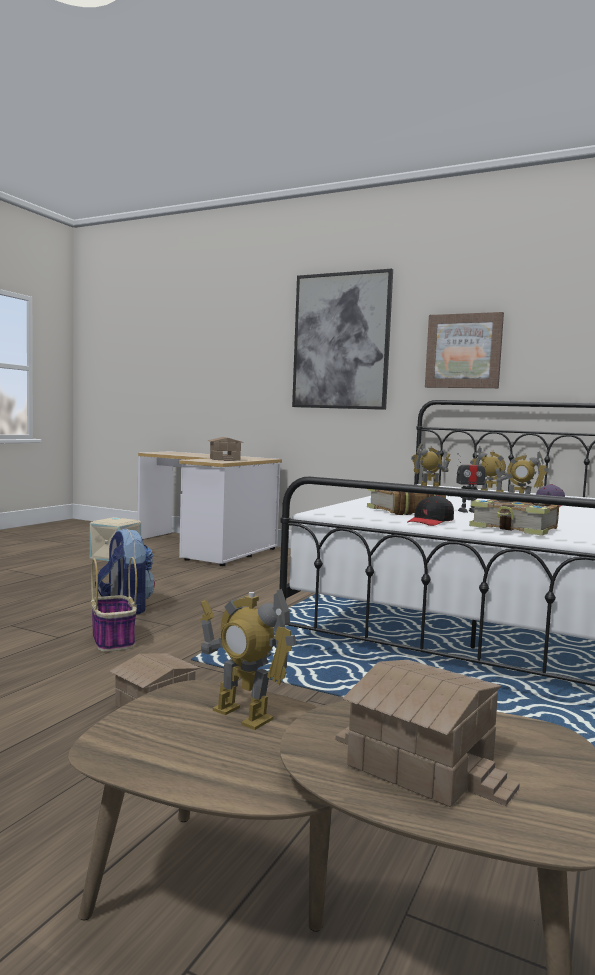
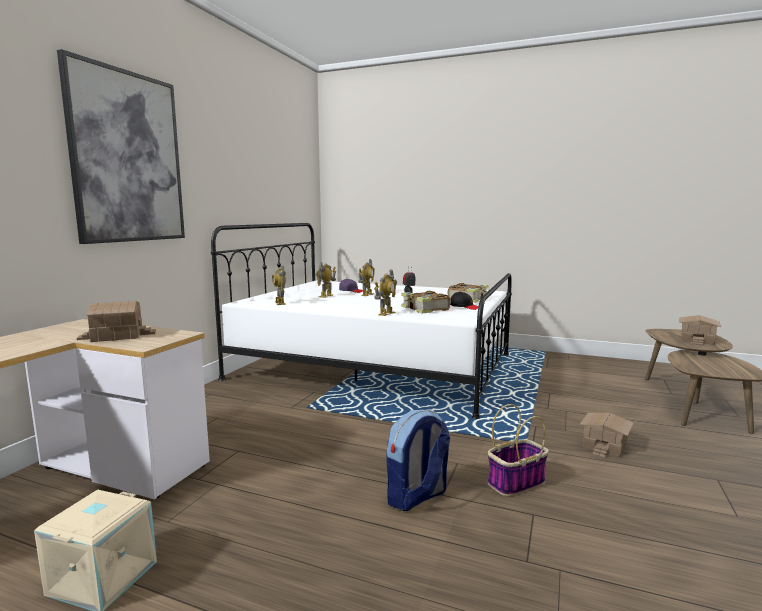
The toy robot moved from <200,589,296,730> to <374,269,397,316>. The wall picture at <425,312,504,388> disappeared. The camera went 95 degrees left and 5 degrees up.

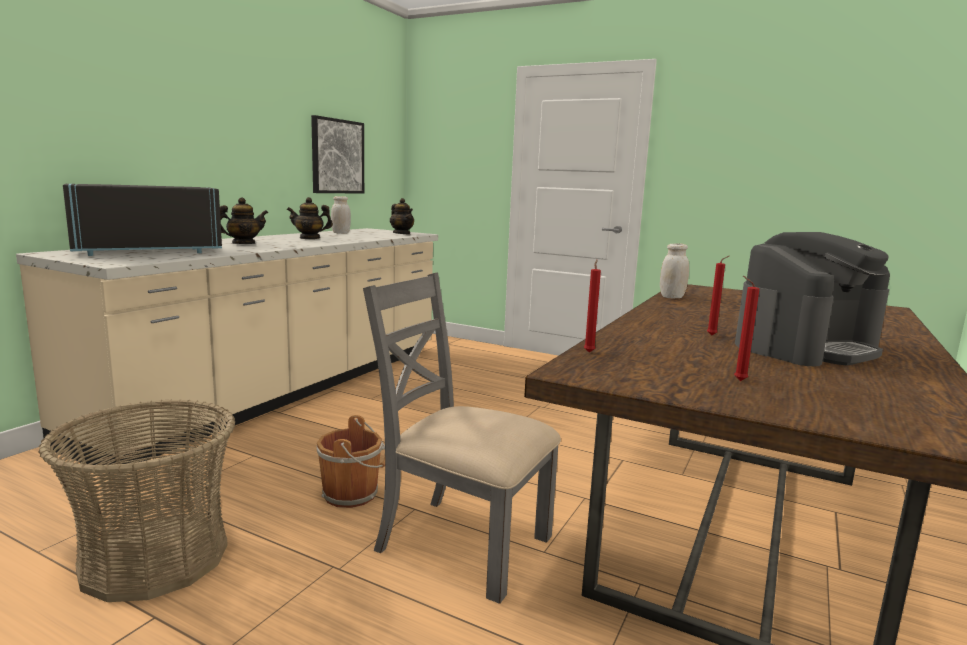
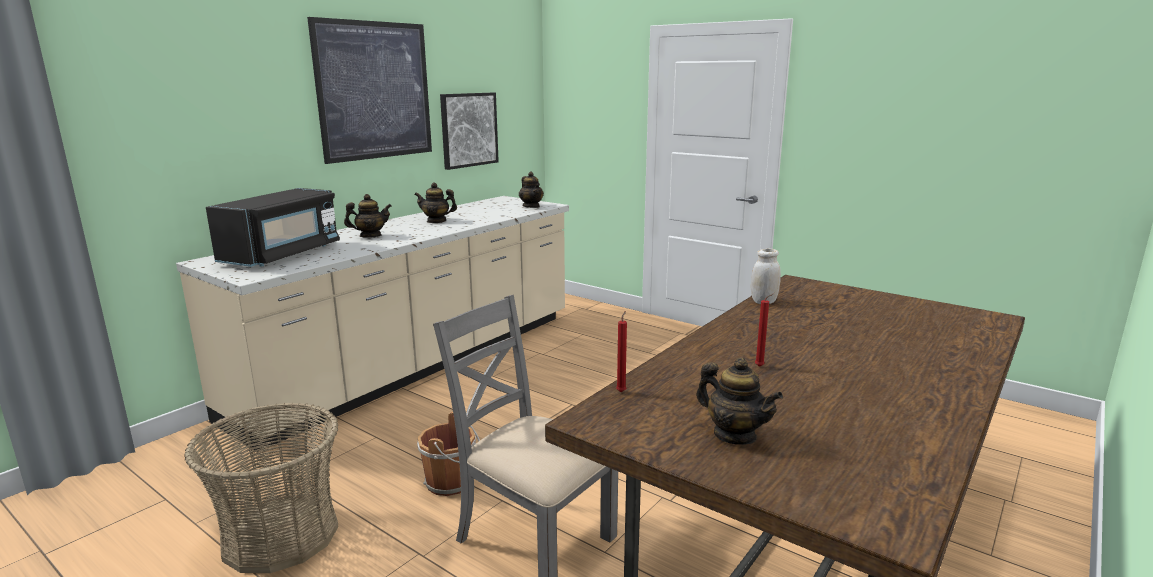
The kitchen microwave in black at <63,184,222,256> turned 135 degrees clockwise. The wall picture at <307,17,432,164> appeared. The wax candle in reddish at <734,276,759,381> was replaced by the tea pot at <696,358,783,445>. The jar in whitish at <331,196,351,234> disappeared. The coffee machine at <735,232,890,366> disappeared. The camera went 10 degrees right and 5 degrees up.

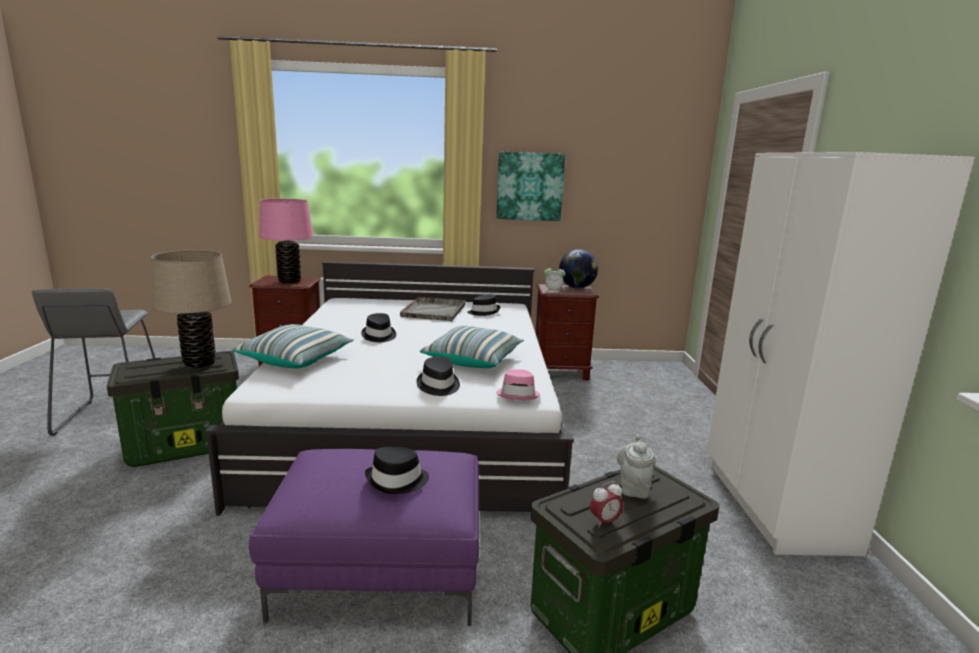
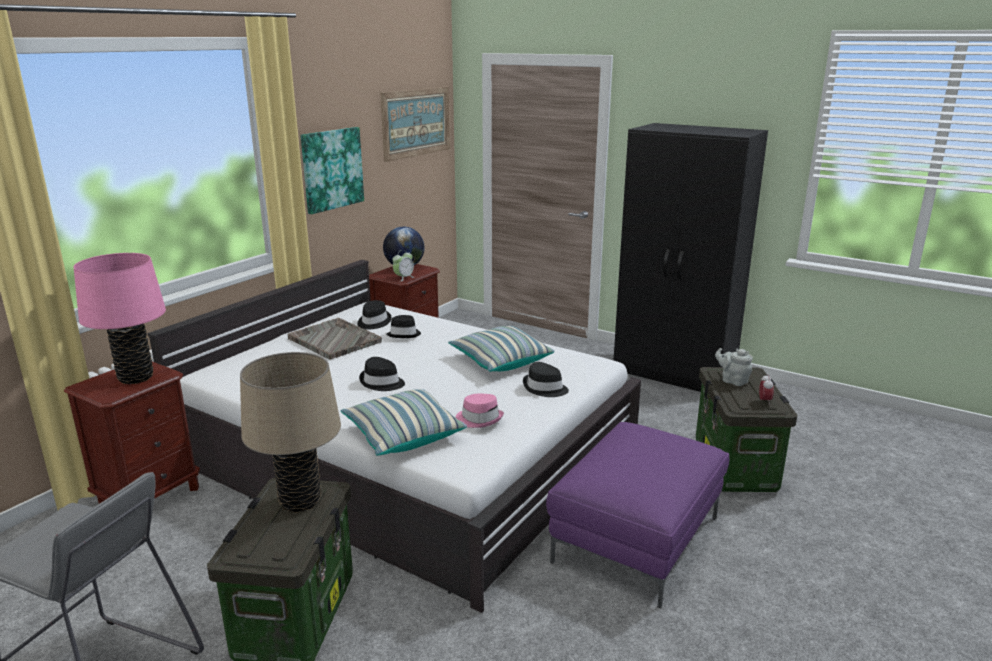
The wall picture at <380,87,450,162> appeared. The hat in black moved from <365,447,429,494> to <386,315,421,338>. The hat in pink moved from <496,369,540,400> to <456,394,504,428>. The wardrobe in whitish at <707,152,974,556> became the wardrobe in black at <614,123,768,392>. The camera went 55 degrees left and 5 degrees up.

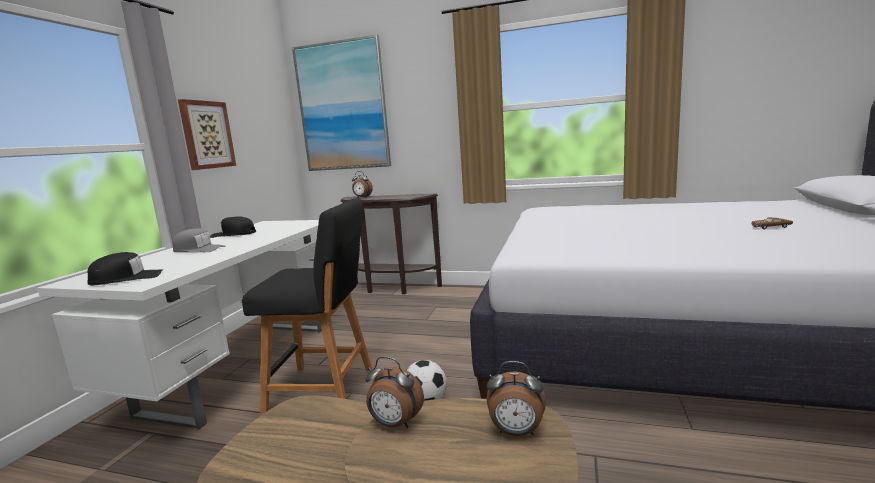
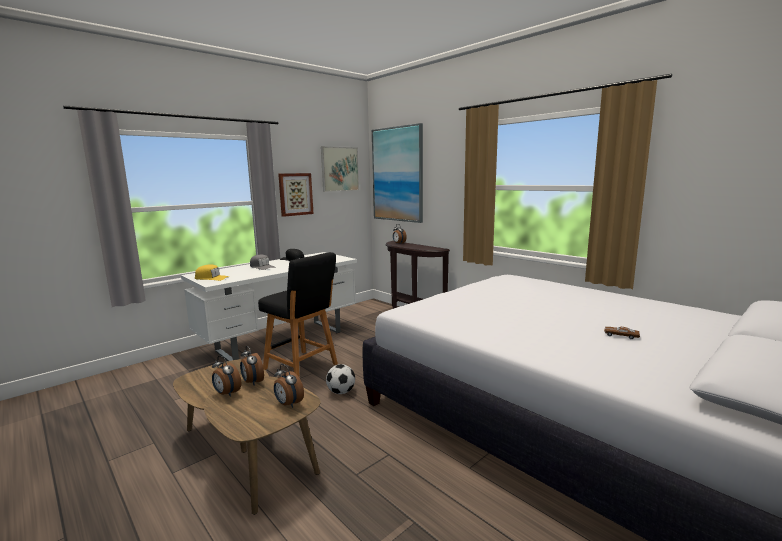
The peaked cap in black at <87,252,162,286> became the peaked cap in yellowish at <195,265,229,281>. The alarm clock at <212,356,241,397> appeared. The wall picture at <321,146,359,192> appeared. The camera went 30 degrees right and 0 degrees up.

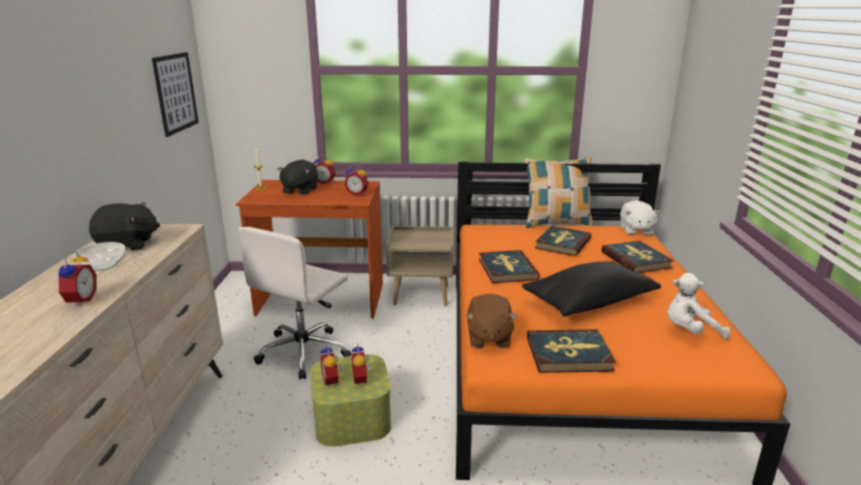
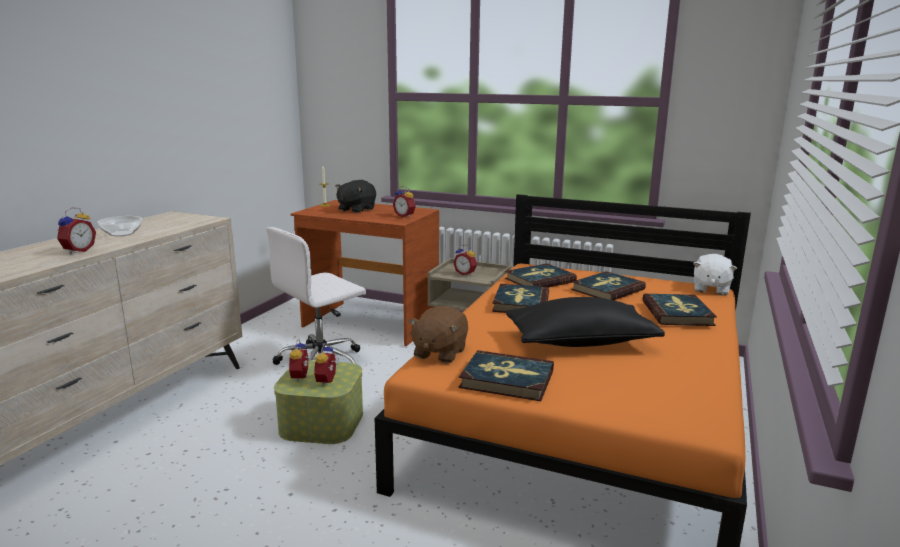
The alarm clock moved from <314,155,336,184> to <453,245,477,276>. The bound book at <505,263,577,287> appeared. The soft toy in black at <89,202,160,250> disappeared. The wall picture at <152,52,199,137> disappeared. The cushion at <524,157,593,228> disappeared. The soft toy in whitish at <667,273,730,339> disappeared. The camera went 20 degrees right and 5 degrees down.

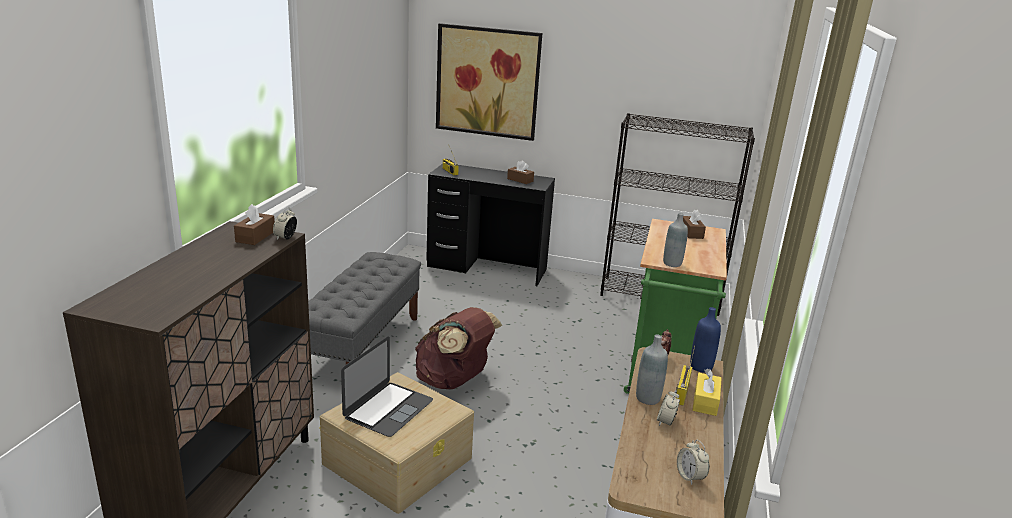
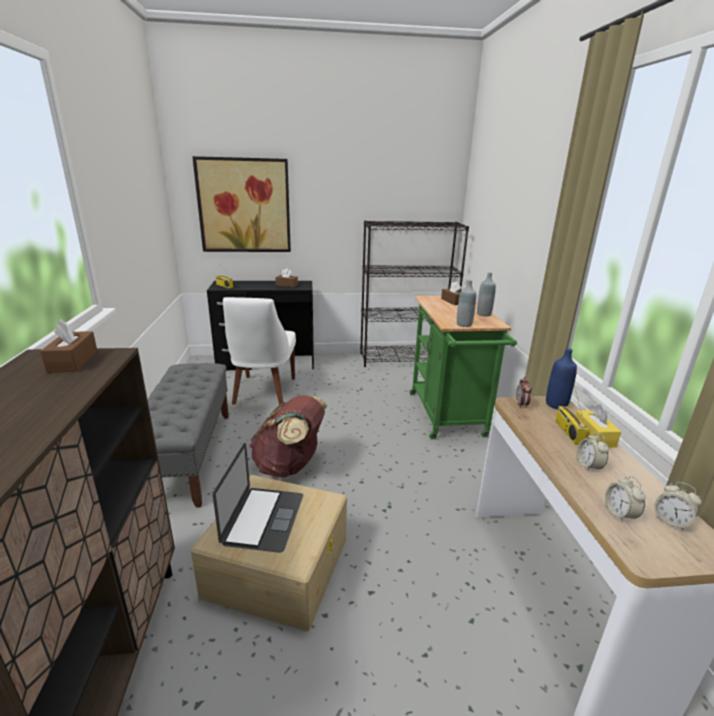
The upright chair in whitish at <223,297,296,406> appeared. The bottle in gray moved from <636,334,668,405> to <477,272,496,317>. The alarm clock moved from <273,207,297,240> to <605,476,645,523>. The camera went 20 degrees left and 0 degrees up.

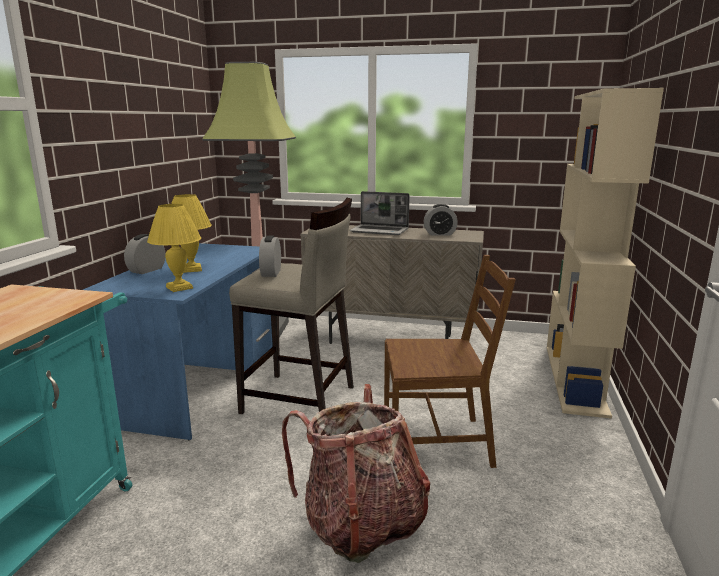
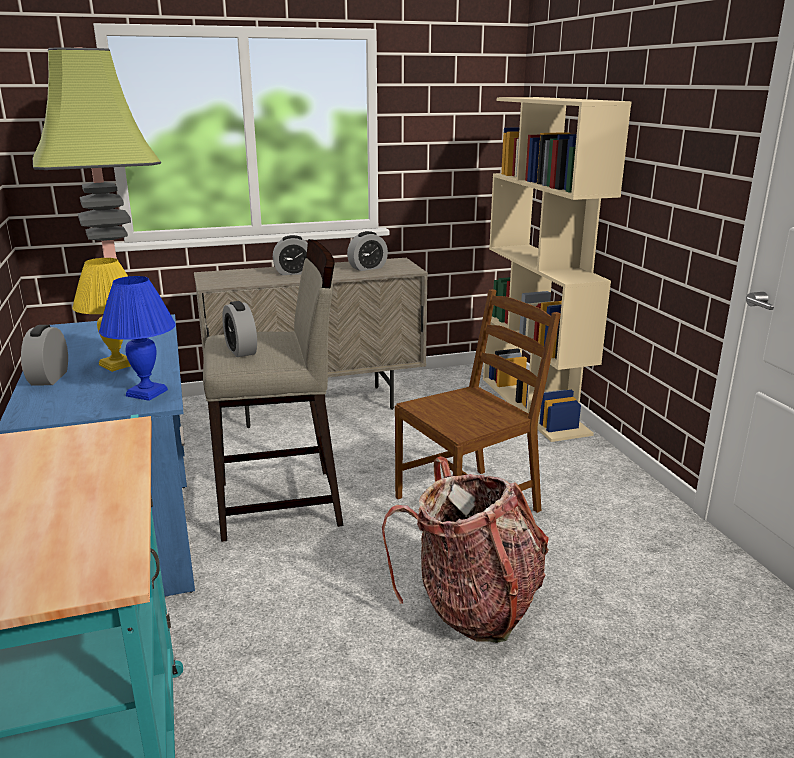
The lamp for a table in yellowish at <147,204,201,292> became the lamp for a table in bluish at <99,276,176,401>. The portable computer at <350,191,410,235> was replaced by the alarm clock at <273,235,308,275>. The camera went 30 degrees left and 5 degrees up.

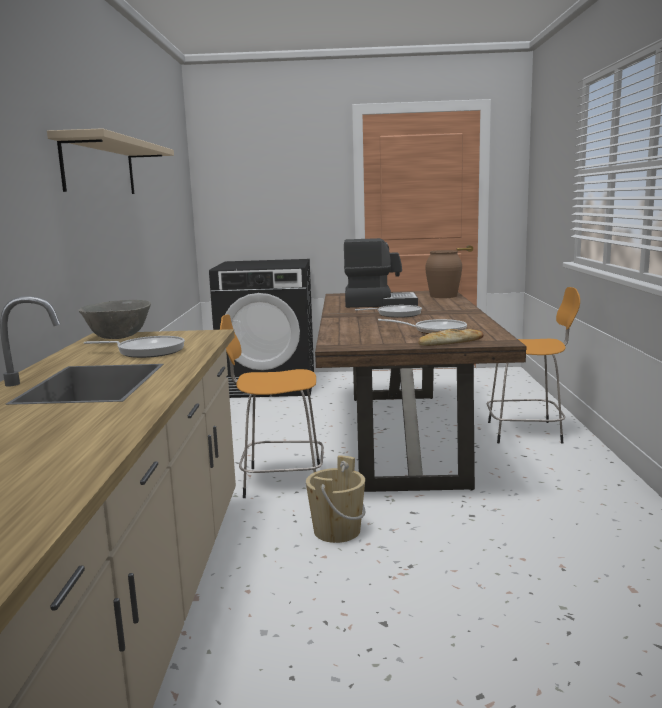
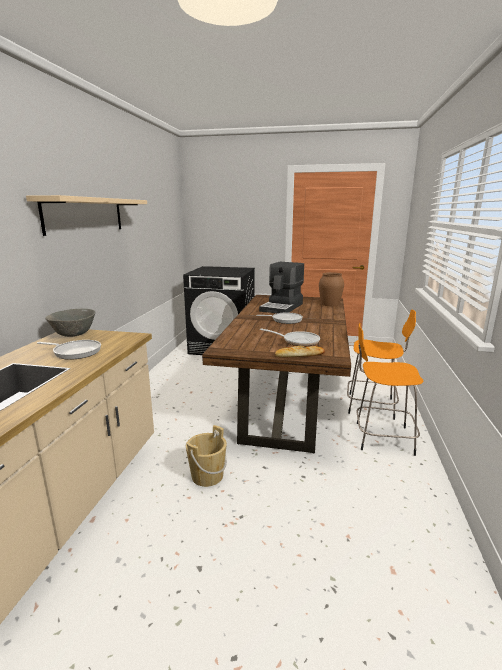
The coffee machine at <344,238,418,308> turned 105 degrees clockwise. The stool seat in orangey moved from <220,314,324,498> to <356,323,423,456>. The camera went 10 degrees right and 5 degrees up.

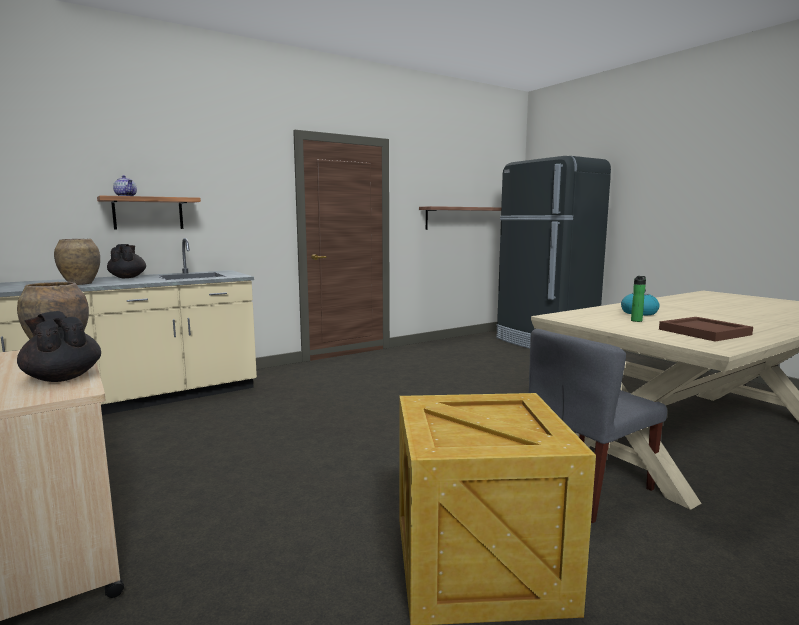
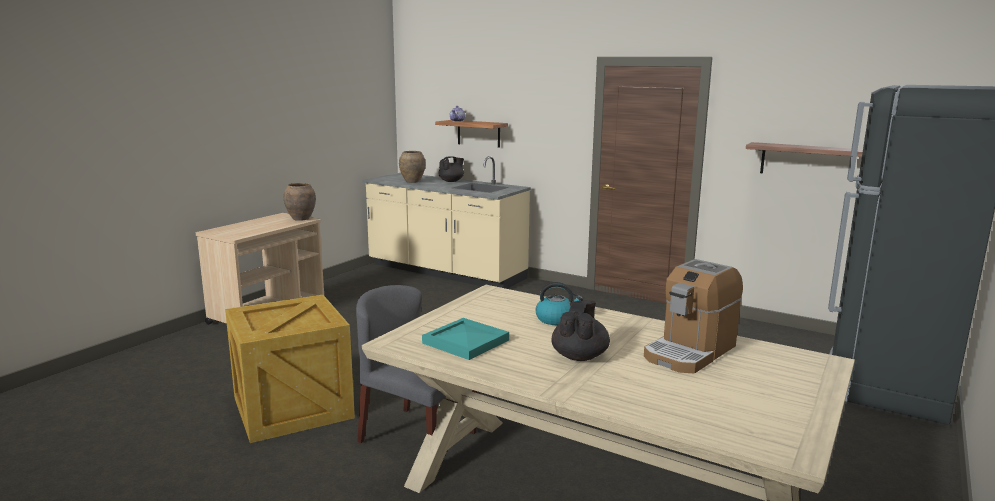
The carrying tray in brownish at <659,317,753,341> became the carrying tray in blue-green at <422,318,509,360>. The tea pot in black moved from <17,311,101,382> to <552,301,610,361>. The coffee machine at <644,259,743,373> appeared. The bottle at <631,276,646,322> disappeared. The camera went 65 degrees right and 5 degrees up.

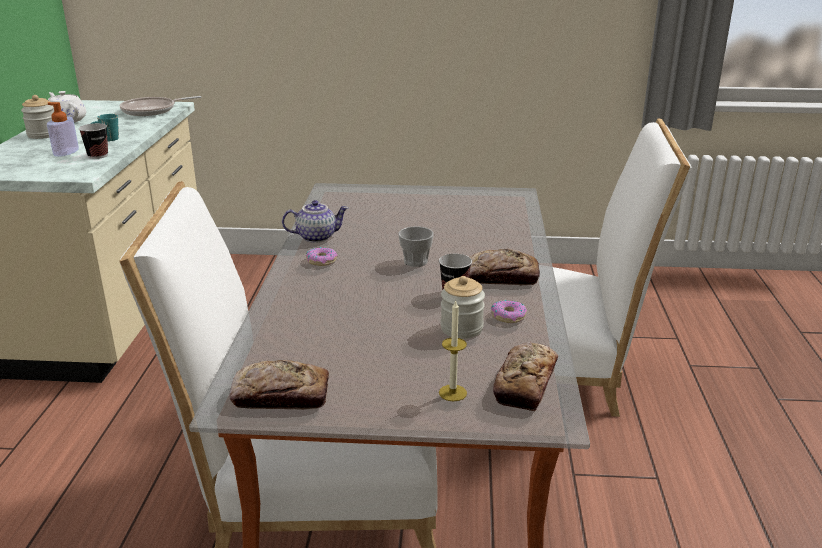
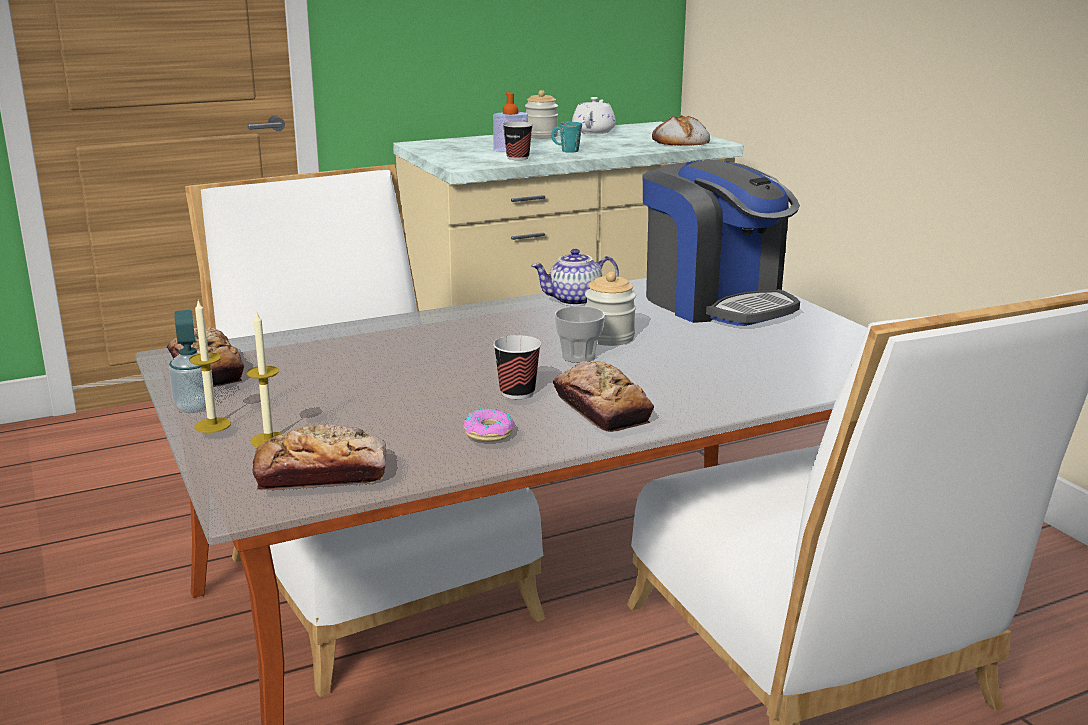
The liquid soap bottle at <169,310,214,413> appeared. The wax candle at <189,300,231,433> appeared. The tea pot at <282,200,348,243> turned 120 degrees clockwise. The jar moved from <440,276,485,339> to <585,272,636,346>. The coffee machine at <643,159,800,326> appeared. The pan at <119,96,202,116> was replaced by the baked bread at <652,115,710,146>. The donut at <306,247,338,266> disappeared. The camera went 60 degrees right and 5 degrees down.

